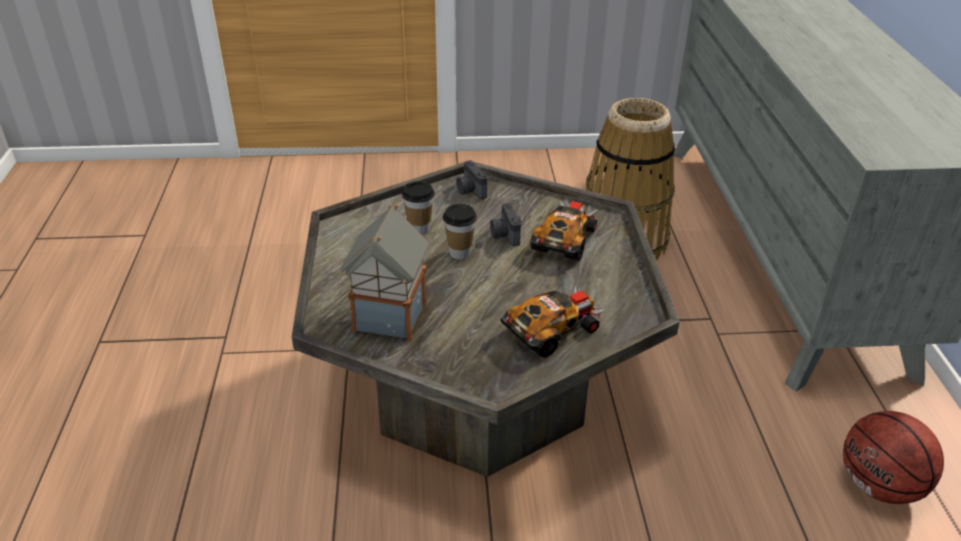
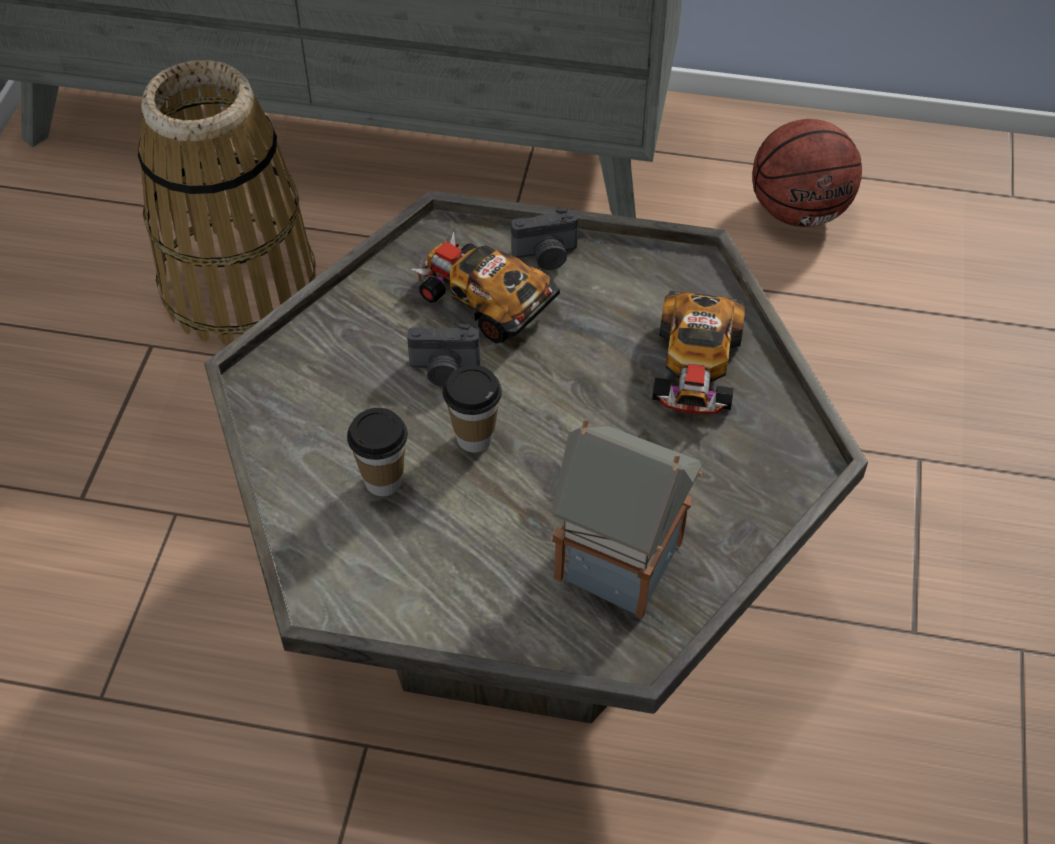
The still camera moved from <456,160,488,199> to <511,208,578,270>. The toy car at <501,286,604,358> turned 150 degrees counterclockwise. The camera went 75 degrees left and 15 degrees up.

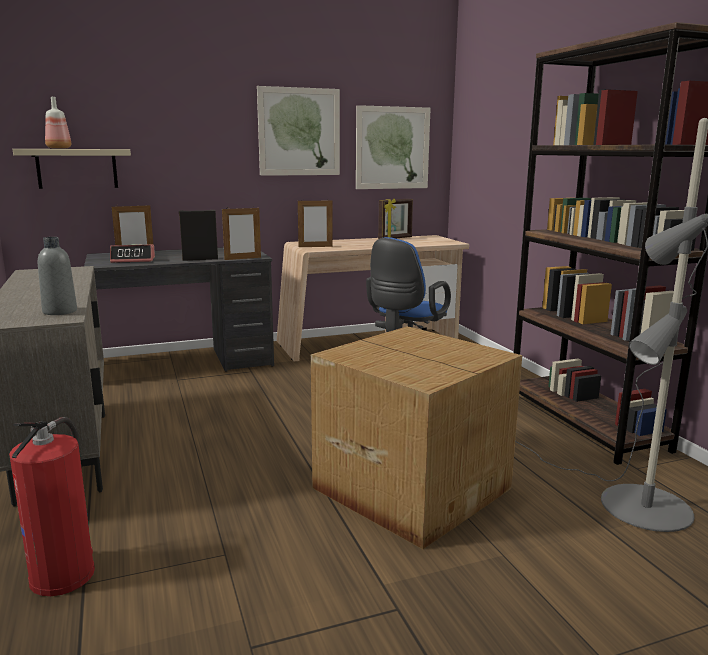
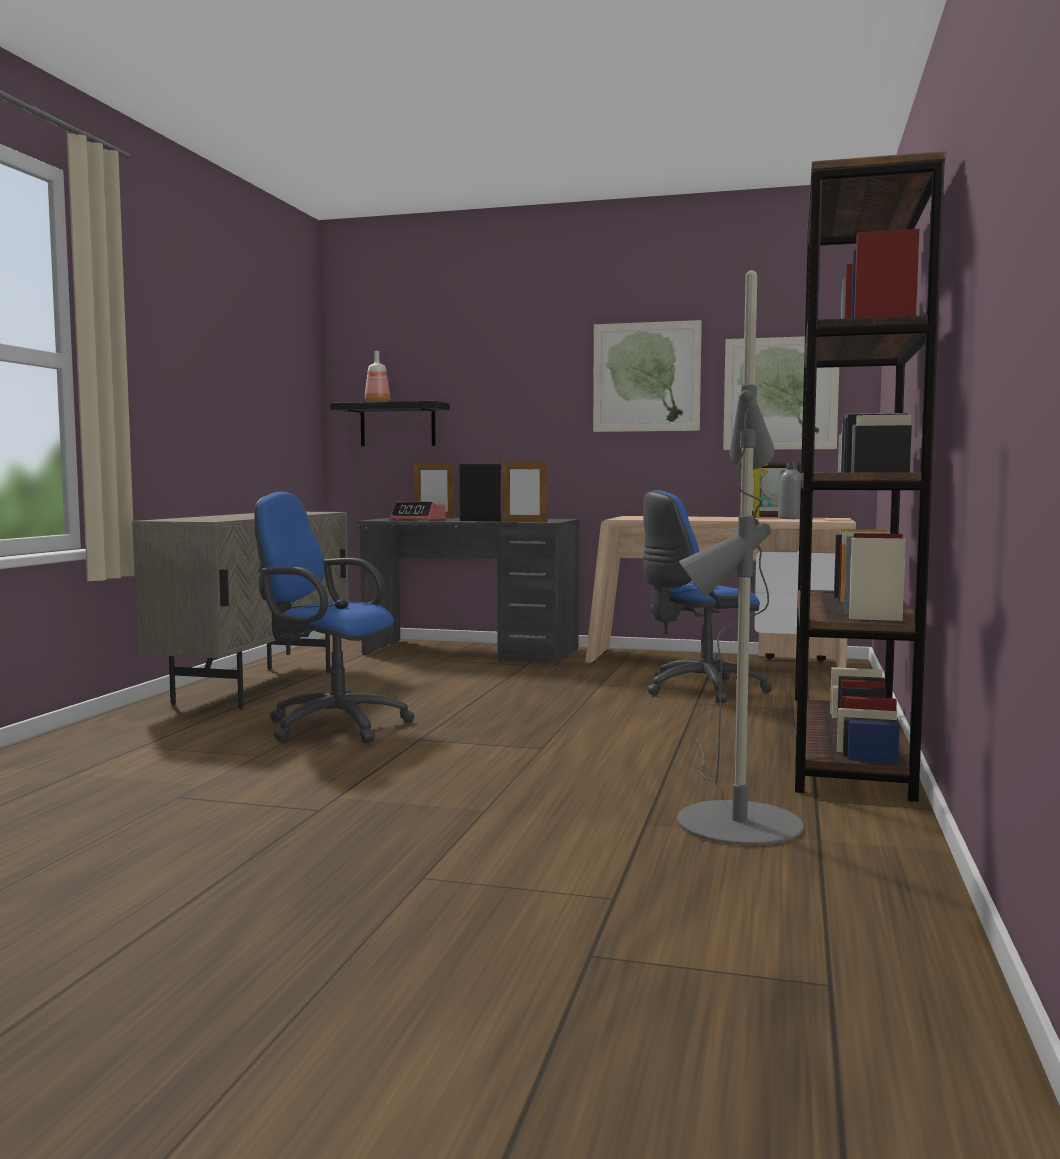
The desk chair in bluish at <254,492,415,743> appeared. The shelf in sand-coloured at <12,149,131,189> became the shelf in black at <330,401,450,446>. The bottle in gray moved from <38,237,77,315> to <778,463,801,519>. The fire extinguisher at <9,417,95,596> disappeared. The picture frame at <298,199,333,247> disappeared. The cardboard box at <311,326,522,549> disappeared. The camera went 35 degrees right and 10 degrees down.

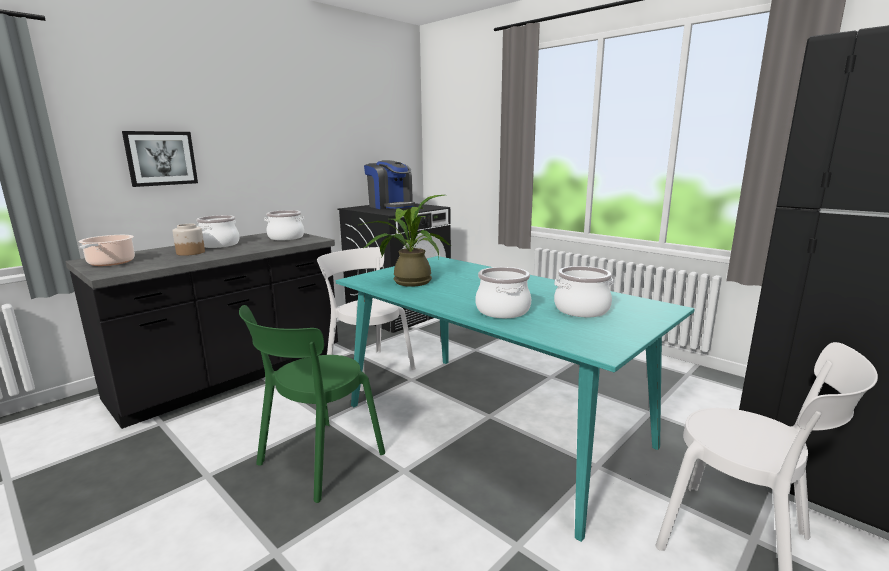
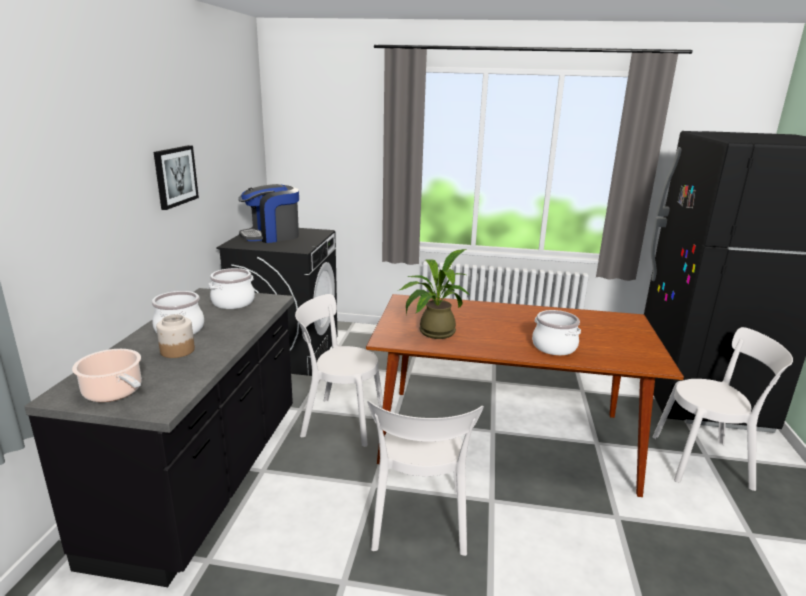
The wall picture moved from <122,131,198,187> to <154,145,199,210>. The coffee machine at <364,160,415,209> turned 135 degrees clockwise. The dinner table in blue-green at <336,256,695,542> became the dinner table in brownish at <366,294,684,497>. The upright chair in greenish at <239,305,385,503> became the upright chair in whitish at <368,401,484,556>. The cooking pot at <554,266,613,317> disappeared. The camera went 35 degrees left and 5 degrees up.

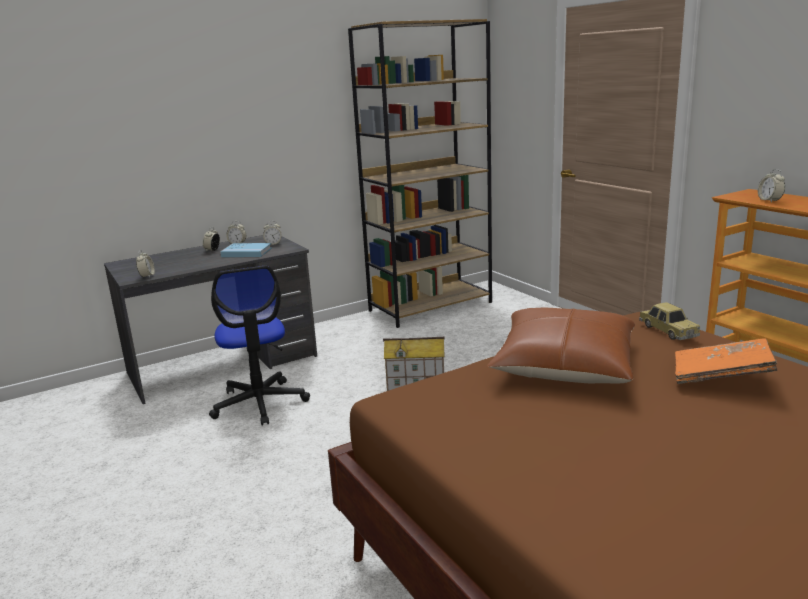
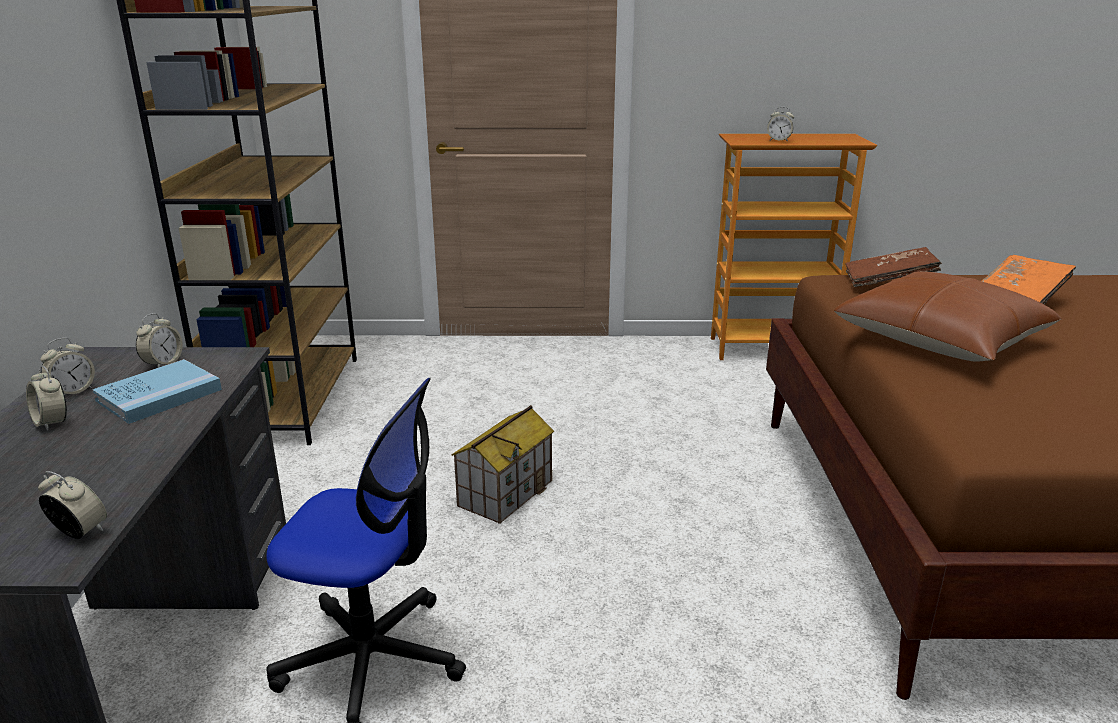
The toy car at <639,302,700,340> was replaced by the bound book in brownish at <845,247,942,287>. The camera went 60 degrees left and 5 degrees up.

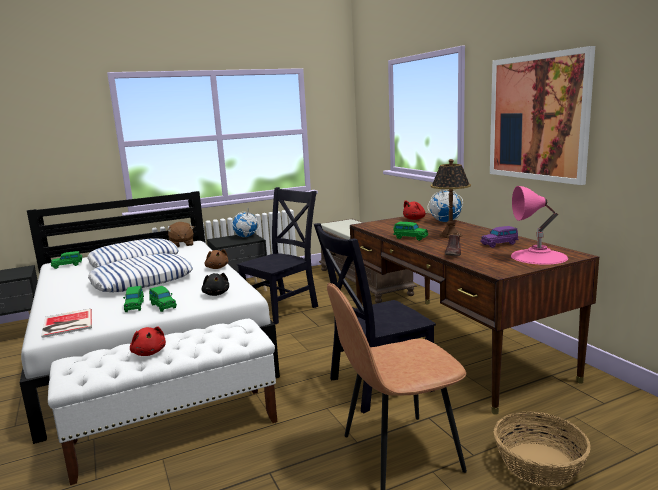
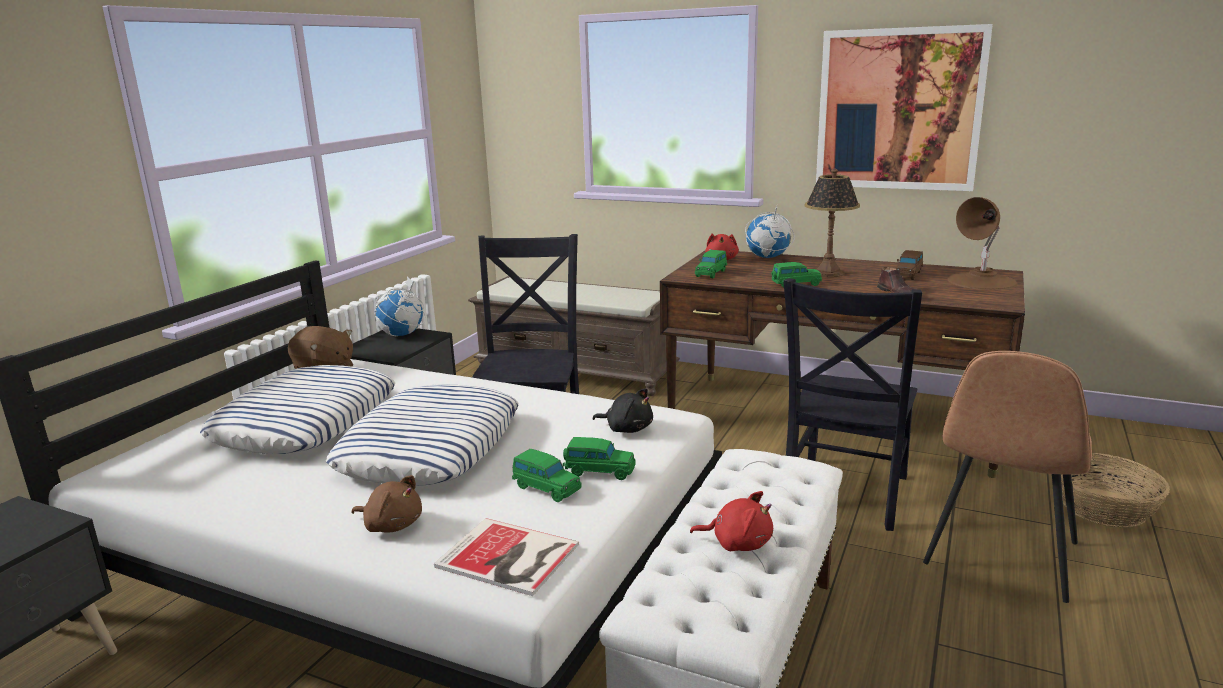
The soft toy in brownish moved from <205,249,228,269> to <352,475,422,533>. The toy car in greenish moved from <51,251,82,269> to <695,250,727,278>. The toy car in purplish at <481,226,518,248> became the toy car in brownish at <895,250,923,280>. The lamp for a table in pink at <511,186,568,265> became the lamp for a table in brownish at <947,197,1018,290>. The camera went 40 degrees left and 5 degrees up.

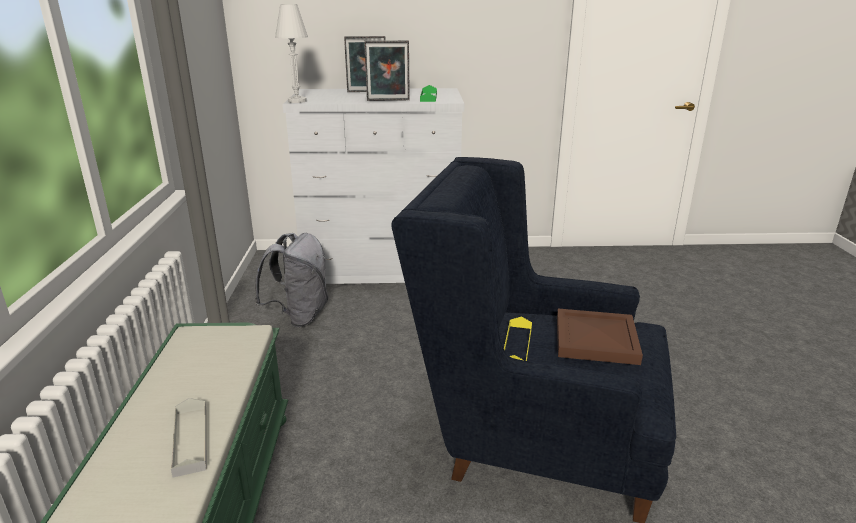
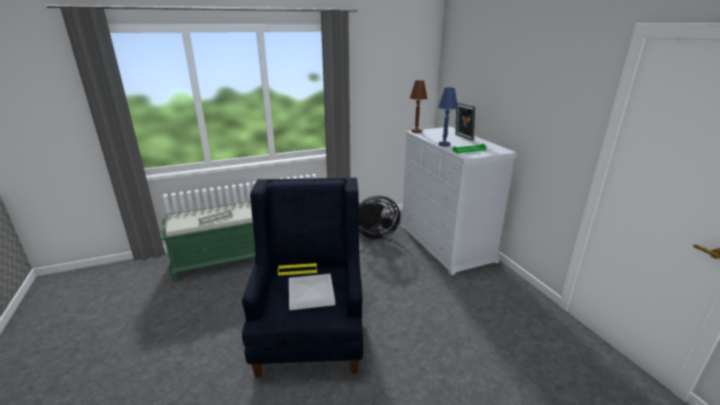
The carrying tray in brownish at <557,309,643,365> became the carrying tray in whitish at <289,274,335,310>. The backpack in gray at <254,233,328,327> was replaced by the electric fan in black at <359,196,400,239>. The lamp for a table in whitish at <275,4,308,103> became the lamp for a table in brownish at <410,80,427,133>. The picture frame at <364,40,410,101> was replaced by the lamp for a table in bluish at <438,88,458,146>. The camera went 70 degrees right and 0 degrees up.

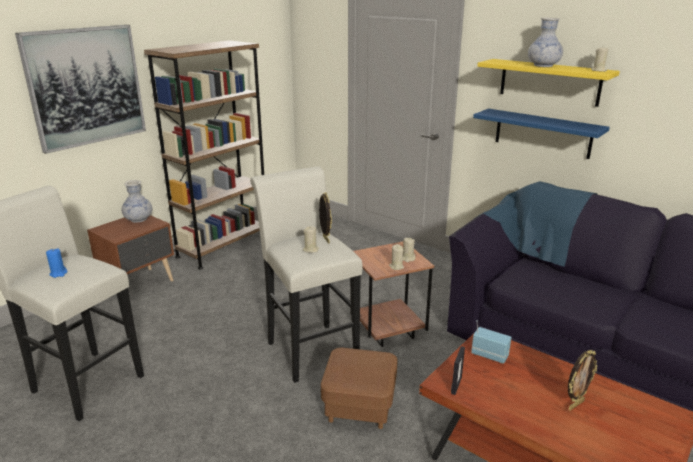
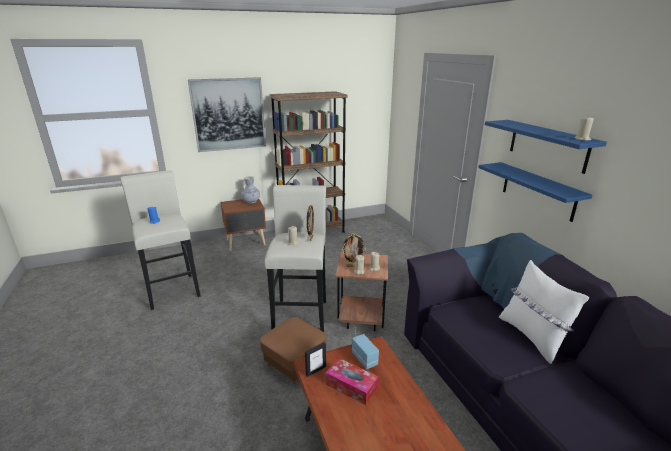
The tissue box at <326,358,378,405> appeared. The picture frame moved from <568,350,597,410> to <341,234,366,267>. The shelf in yellowish at <477,59,620,107> became the shelf in bluish at <485,120,607,174>. The cushion in whitish at <499,260,589,364> appeared. The vase at <528,18,563,67> disappeared. The camera went 30 degrees right and 0 degrees up.

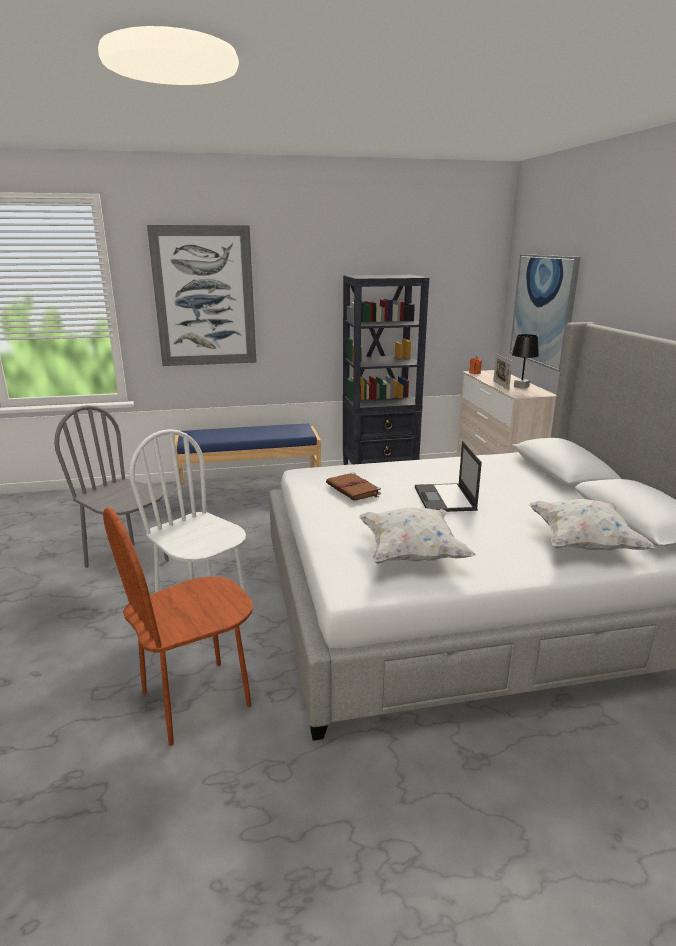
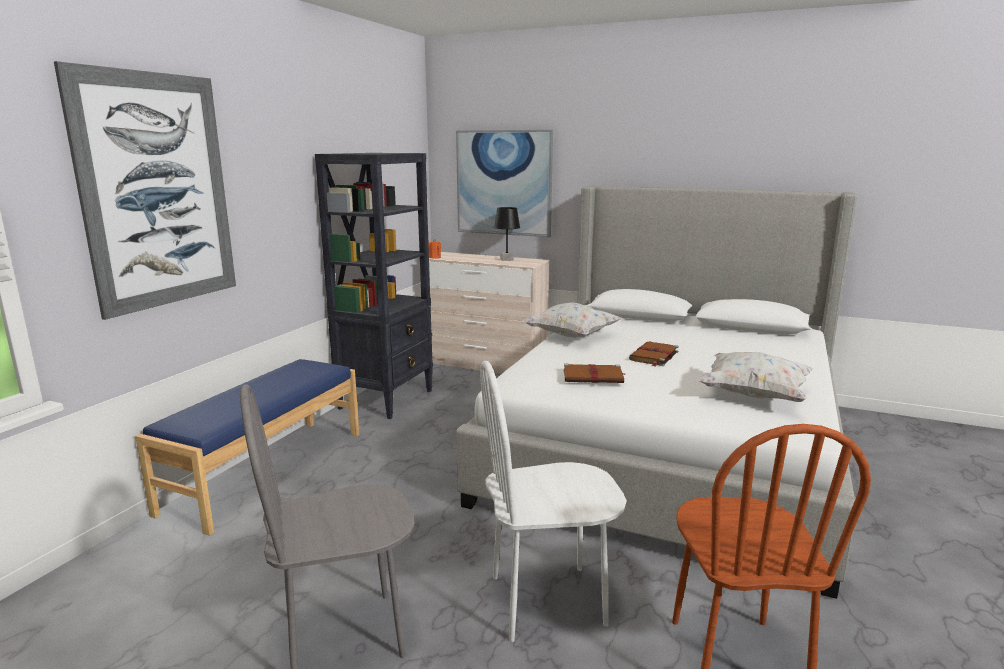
The cushion in whitish moved from <529,499,656,550> to <523,302,622,338>. The portable computer at <415,441,482,512> was replaced by the bound book in brownish at <629,341,679,367>. The picture frame at <493,354,512,390> disappeared. The camera went 55 degrees left and 5 degrees down.

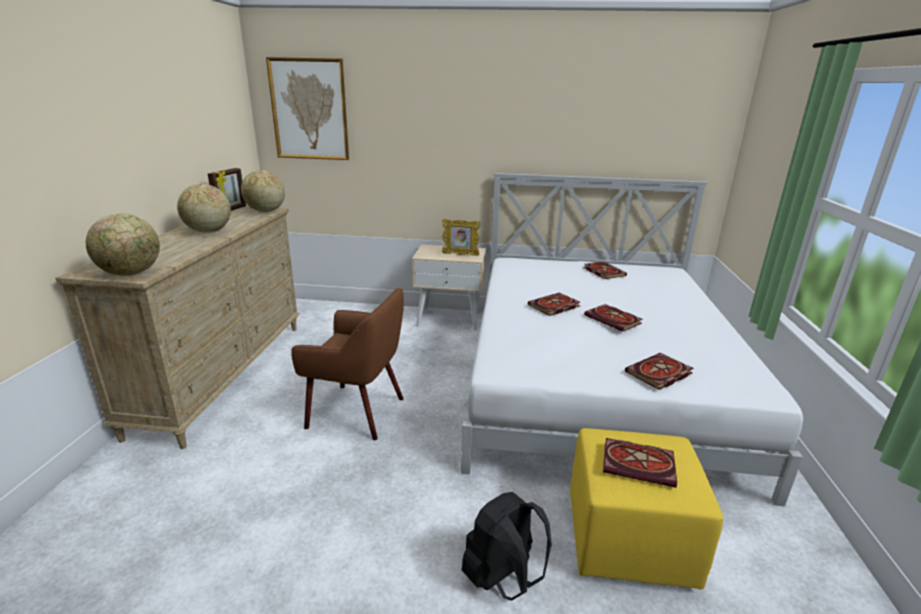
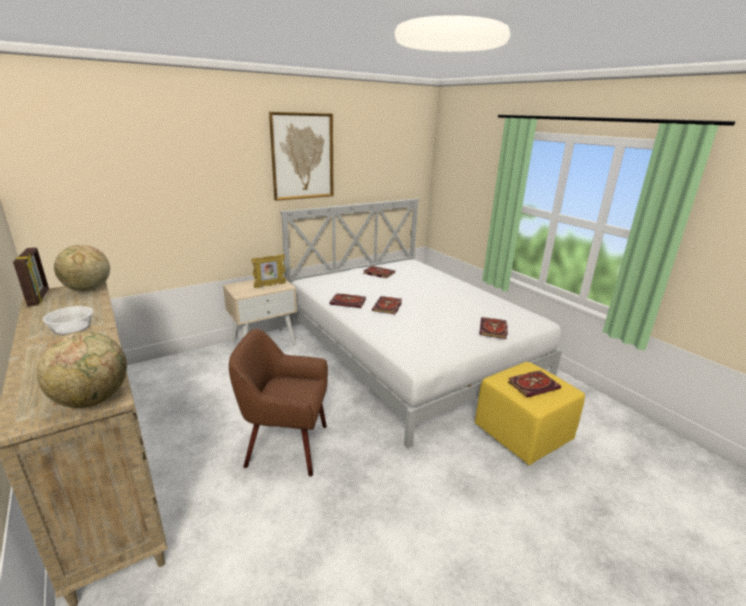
The world globe at <177,184,231,233> was replaced by the serving bowl at <43,306,93,336>. The armchair in brownish at <291,288,404,440> turned 150 degrees counterclockwise. The wall picture moved from <266,57,349,160> to <269,112,333,201>. The bound book moved from <584,304,643,332> to <330,293,366,308>. The backpack in black at <462,492,552,600> disappeared. The camera went 40 degrees left and 0 degrees up.

